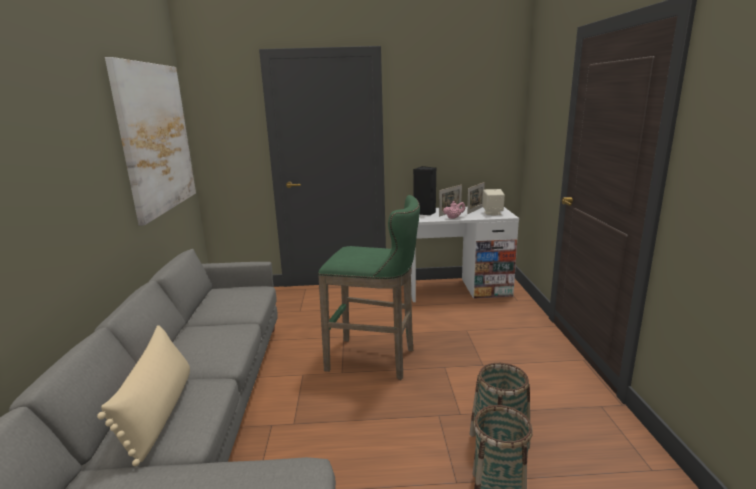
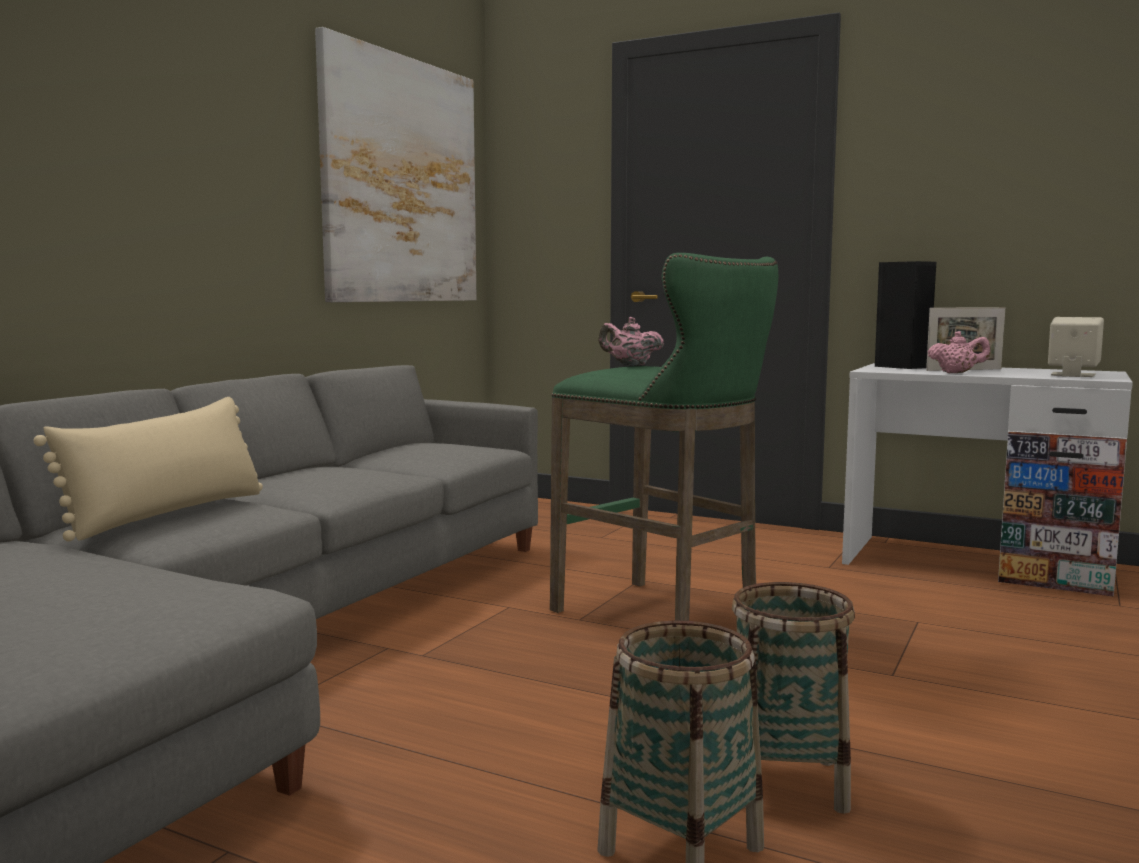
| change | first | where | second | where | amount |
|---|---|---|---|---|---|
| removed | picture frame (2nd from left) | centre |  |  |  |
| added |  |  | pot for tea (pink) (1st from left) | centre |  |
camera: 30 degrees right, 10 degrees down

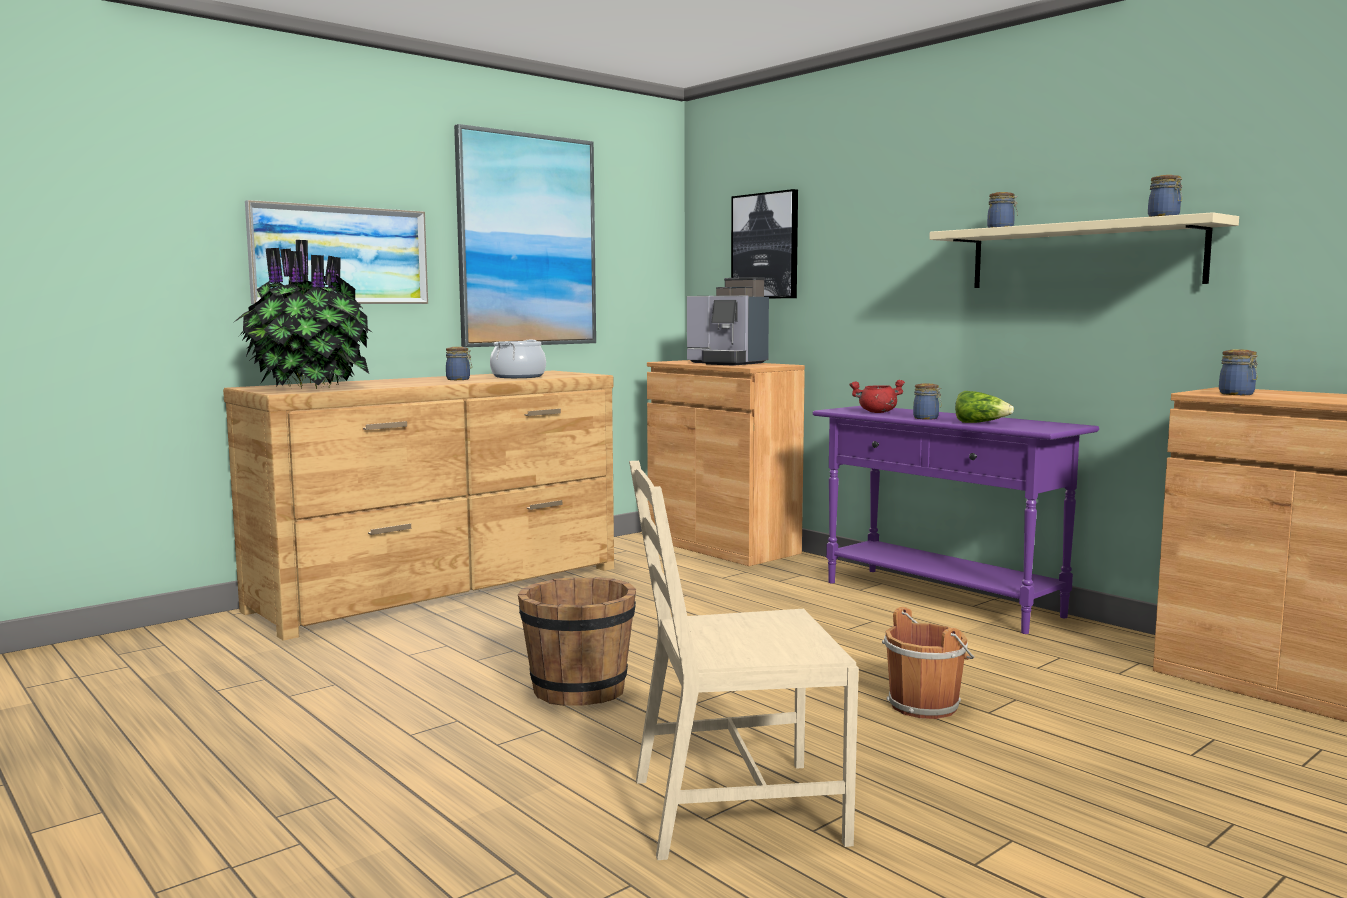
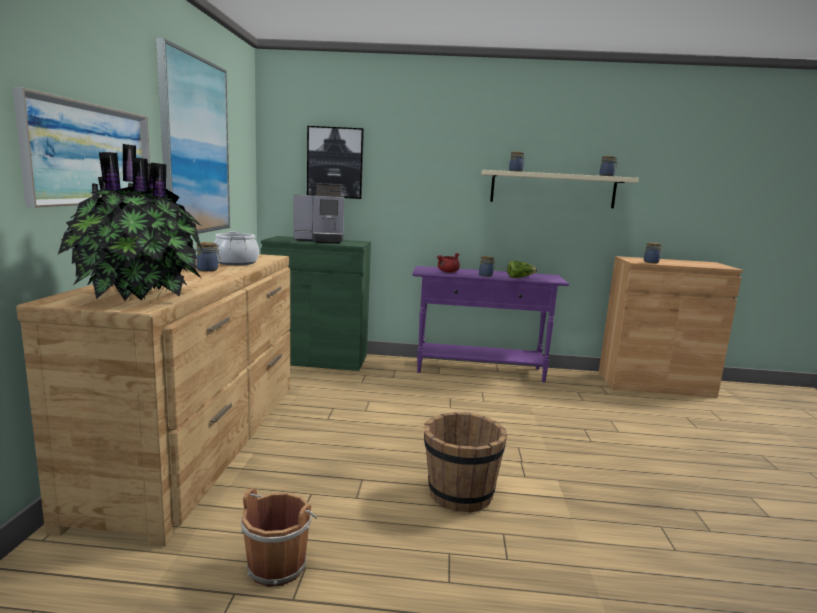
| change | first | where | second | where | amount |
|---|---|---|---|---|---|
| removed | upright chair (beige) | bottom centre |  |  |  |
| recoloured | storage cabinet (brownish) (1st from left) | centre | storage cabinet (green-coloured) | centre |  |
| moved | bucket (brownish) (2nd from left in the first image) | bottom right | bucket (brownish) (1st from left) | bottom centre |  |
camera: 45 degrees left, 5 degrees up

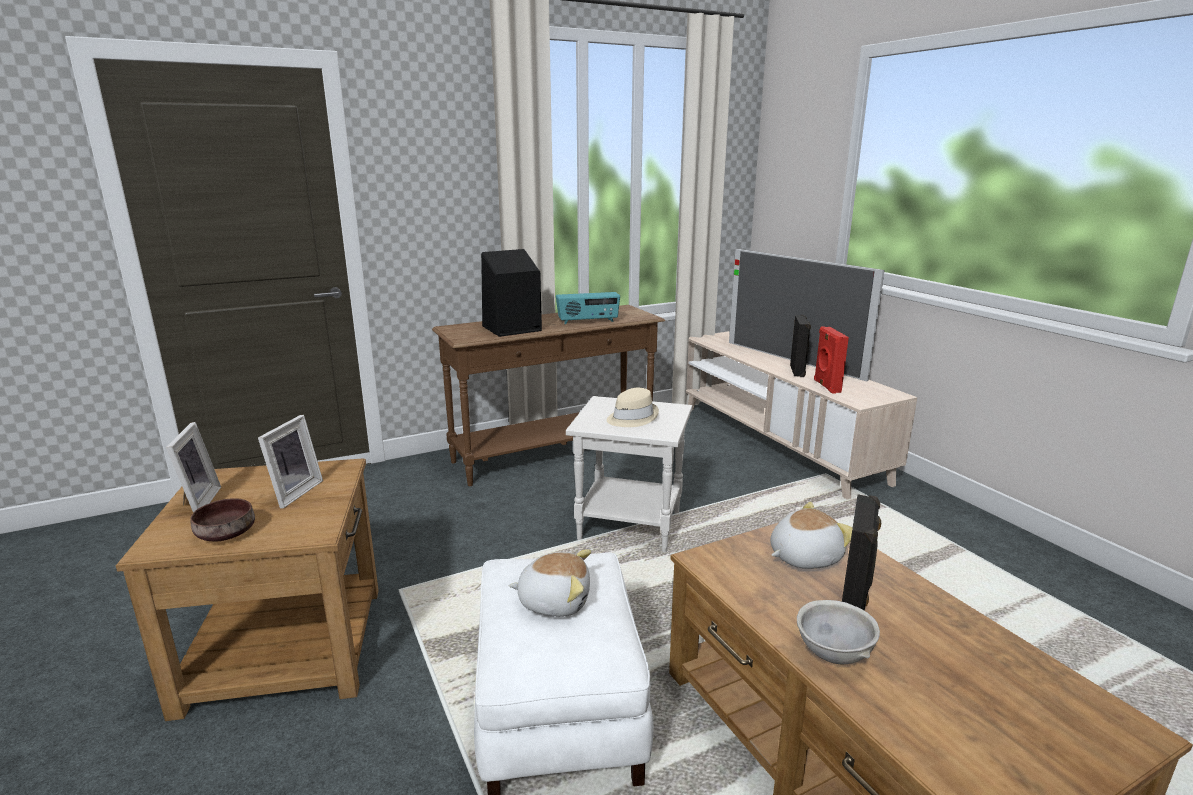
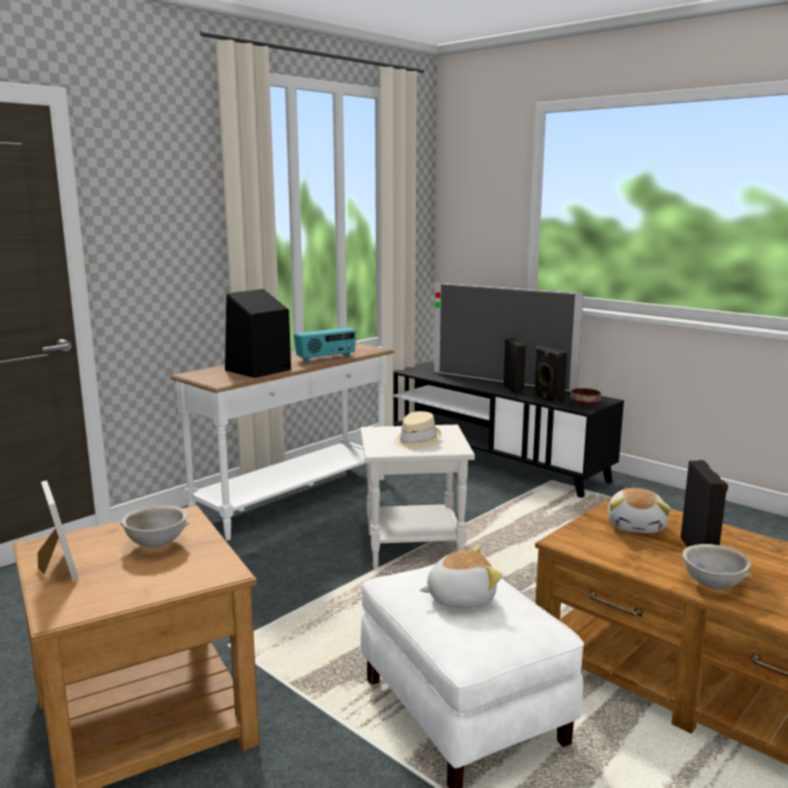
| change | first | where | second | where | amount |
|---|---|---|---|---|---|
| moved | deep dish (brownish) | middle left |  | middle right |  |
| replaced | picture frame (2nd from left) | middle left | deep dish (gray) (1st from left) | bottom left |  |
| recoloured | narrow table (brownish) | centre | narrow table (white) | centre |  |
| recoloured | media console (beige) | middle right | media console (black-coloured) | centre |  |
| turned | soft toy (2nd from left) | bottom right |  | middle right | 150 degrees clockwise |
| recoloured | audio speaker (reddish) | middle right | audio speaker (black-coloured) (3rd from left) | middle right |  |
camera: 20 degrees left, 5 degrees down

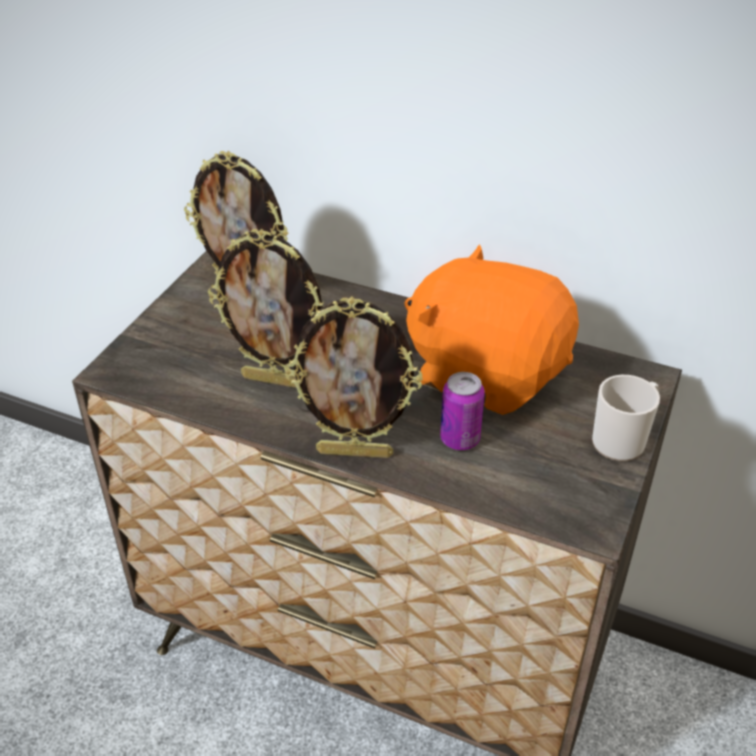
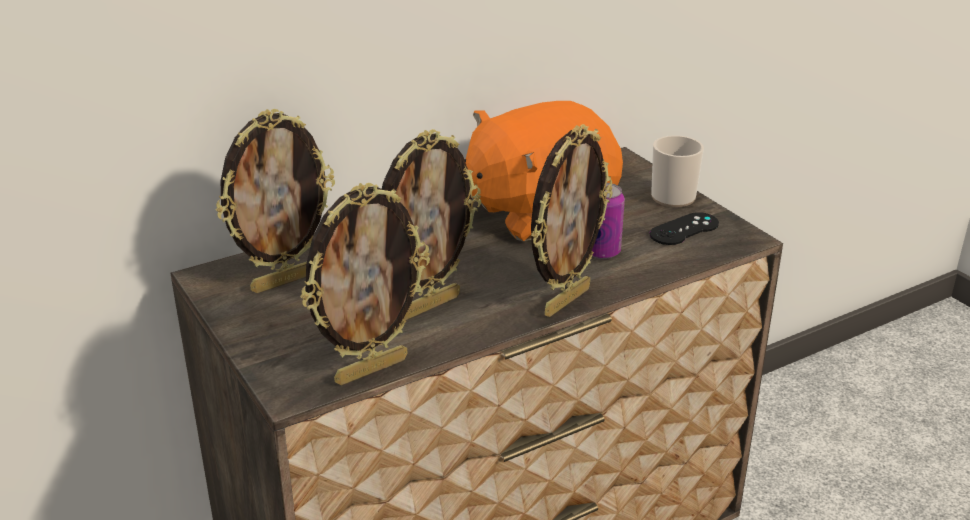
| change | first | where | second | where | amount |
|---|---|---|---|---|---|
| added |  |  | picture frame (2nd from left) | centre |  |
| added |  |  | game controller (black-coloured) | middle right |  |
camera: 55 degrees left, 10 degrees down

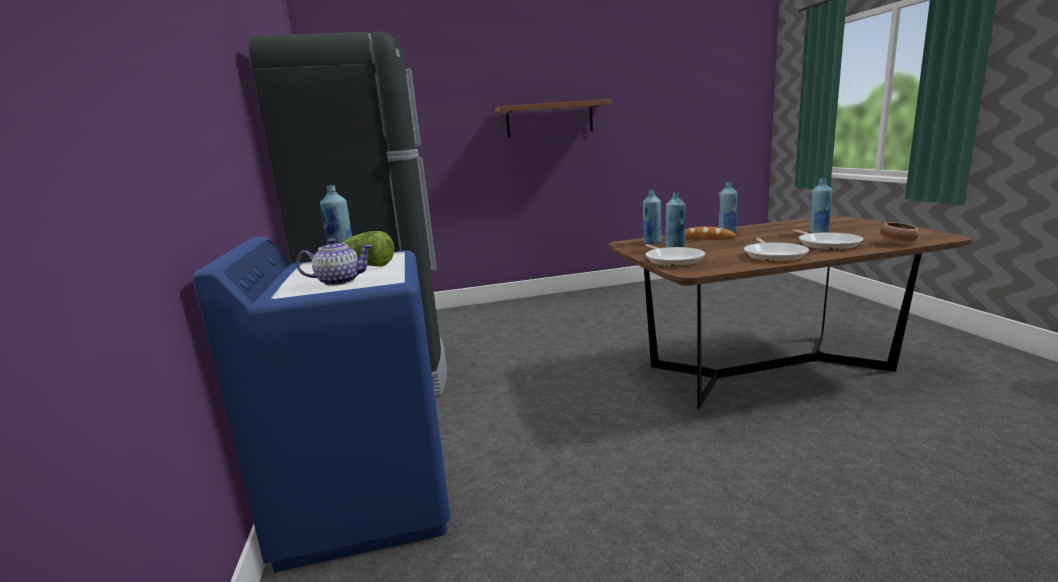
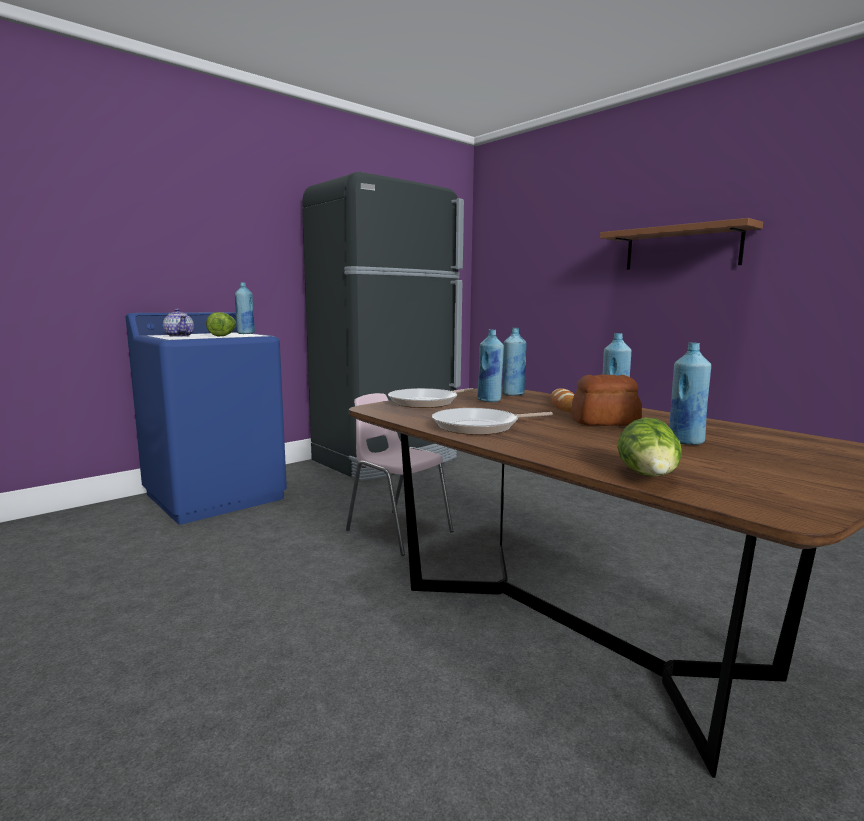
| change | first | where | second | where | amount |
|---|---|---|---|---|---|
| removed | frying pan (3rd from left) | middle right |  |  |  |
| replaced | deep dish | middle right | lettuce (2nd from left) | middle right |  |
| added |  |  | upright chair (pink) | centre |  |
| added |  |  | baked bread (2nd from left) | middle right |  |
camera: 60 degrees right, 5 degrees down

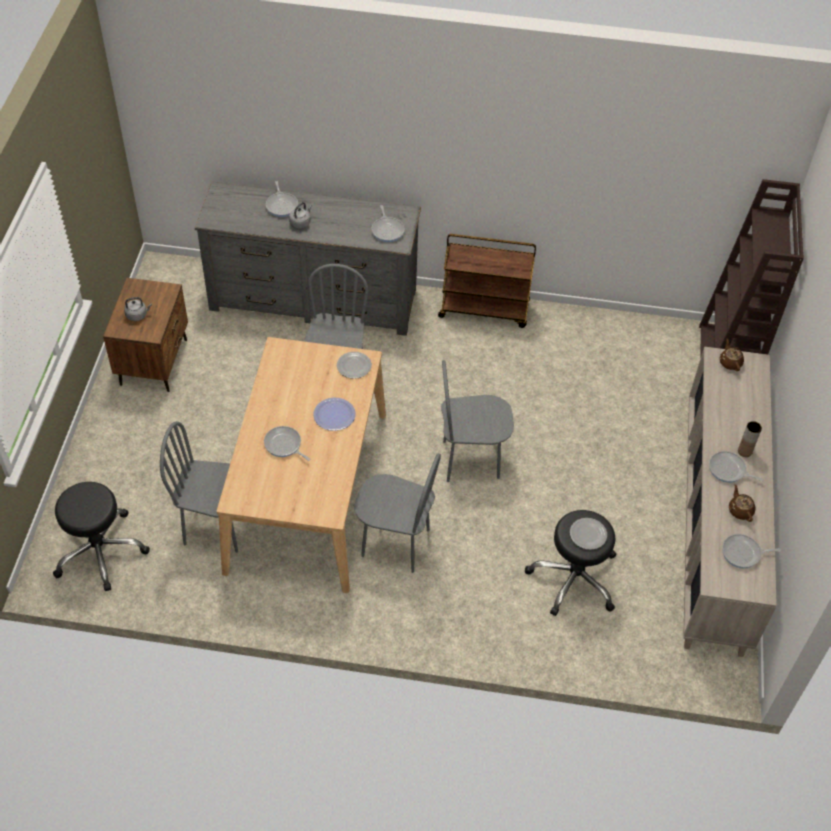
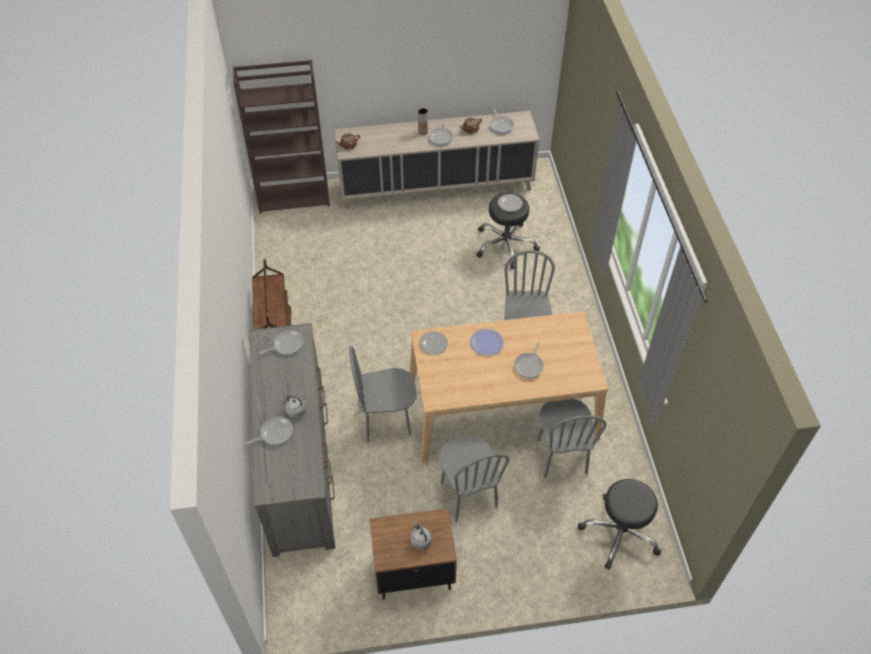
| change | first | where | second | where | amount |
|---|---|---|---|---|---|
| moved | upright chair (gray) (4th from left in the first image) | centre | upright chair (gray) (2nd from left) | bottom centre |  |
camera: 105 degrees left, 0 degrees up

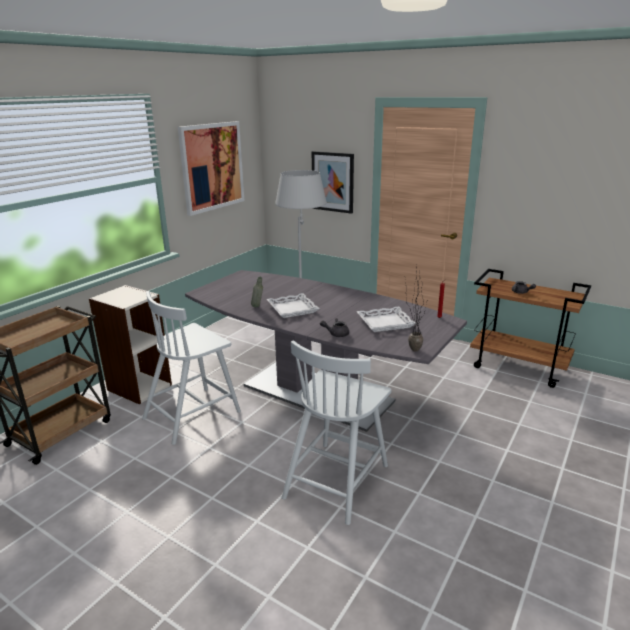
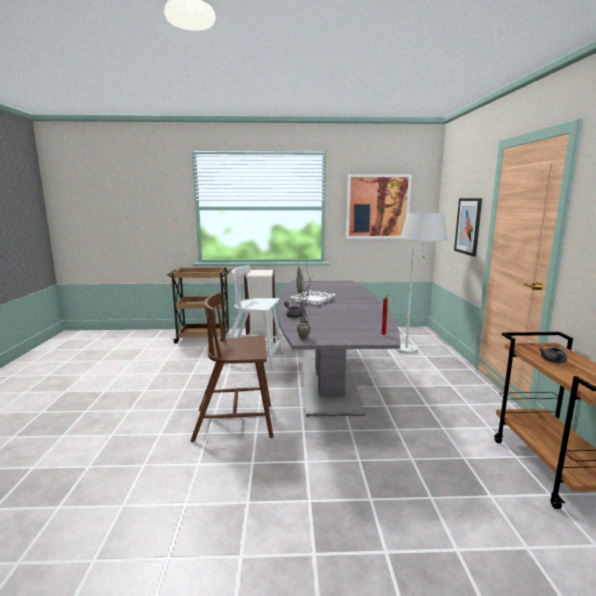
| change | first | where | second | where | amount |
|---|---|---|---|---|---|
| recoloured | upright chair (white) (2nd from left) | bottom centre | upright chair (brownish) | centre |  |
| removed | serving tray (white) (2nd from left) | centre |  |  |  |
camera: 55 degrees right, 10 degrees down

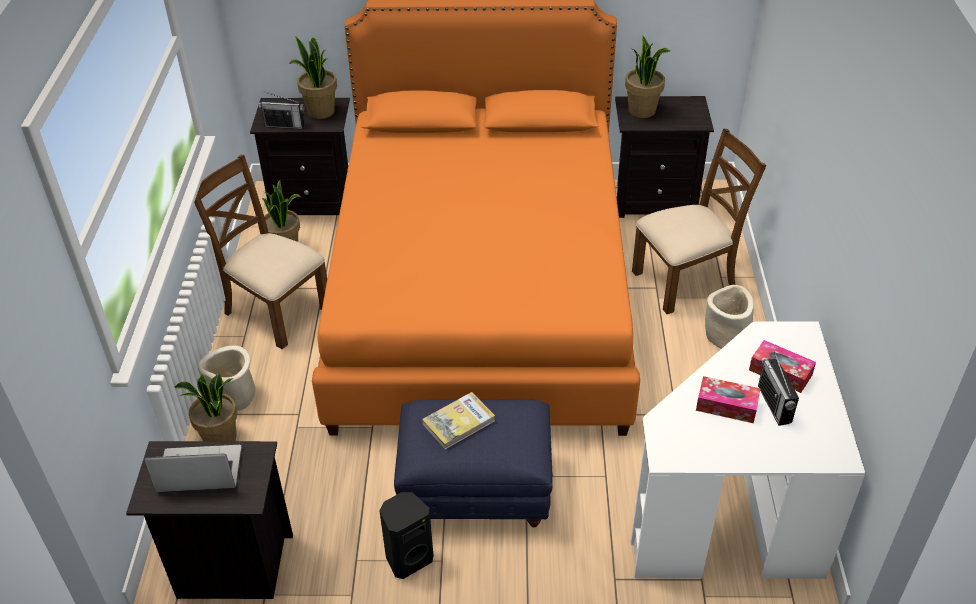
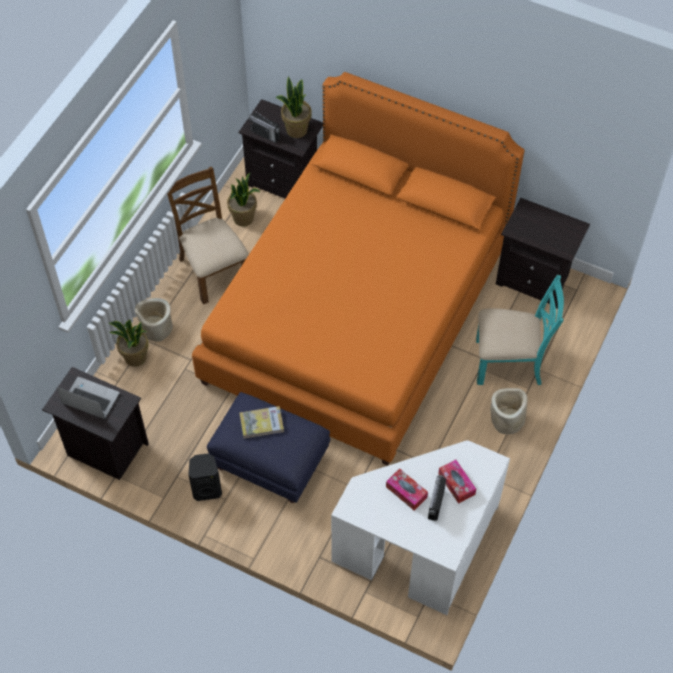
| change | first | where | second | where | amount |
|---|---|---|---|---|---|
| removed | plant in a pot (4th from left) | top centre |  |  |  |
| recoloured | upright chair (brownish) (2nd from left) | middle right | upright chair (turquoise) | middle right |  |
camera: 25 degrees right, 15 degrees up

